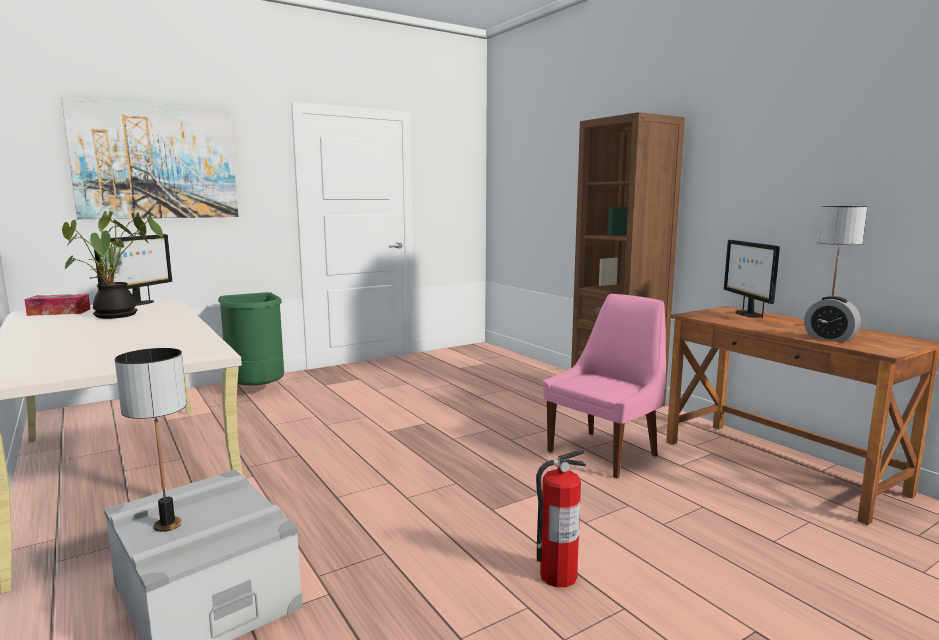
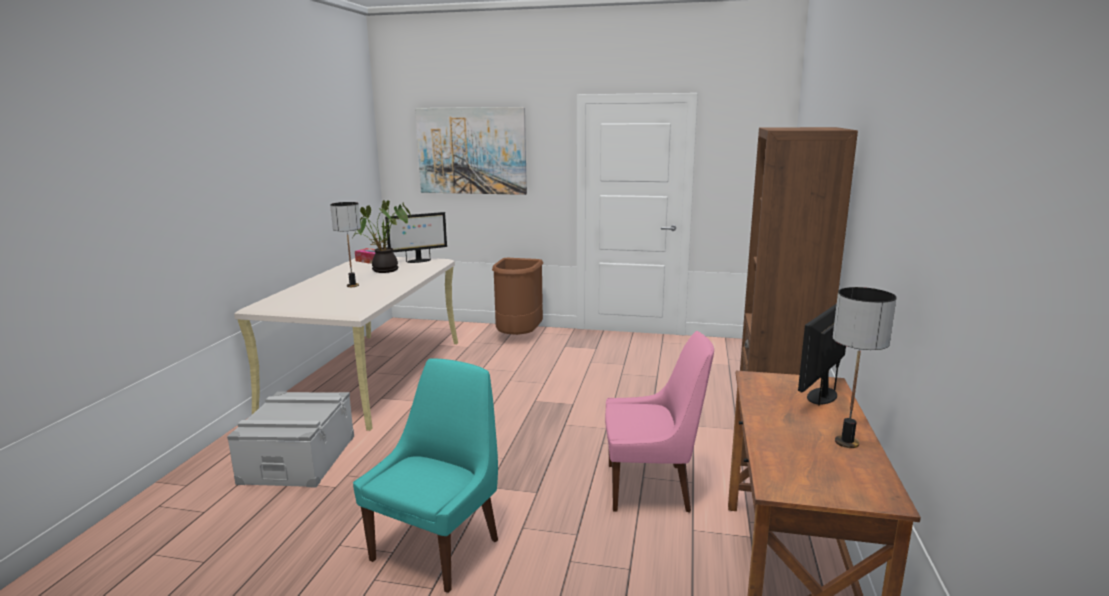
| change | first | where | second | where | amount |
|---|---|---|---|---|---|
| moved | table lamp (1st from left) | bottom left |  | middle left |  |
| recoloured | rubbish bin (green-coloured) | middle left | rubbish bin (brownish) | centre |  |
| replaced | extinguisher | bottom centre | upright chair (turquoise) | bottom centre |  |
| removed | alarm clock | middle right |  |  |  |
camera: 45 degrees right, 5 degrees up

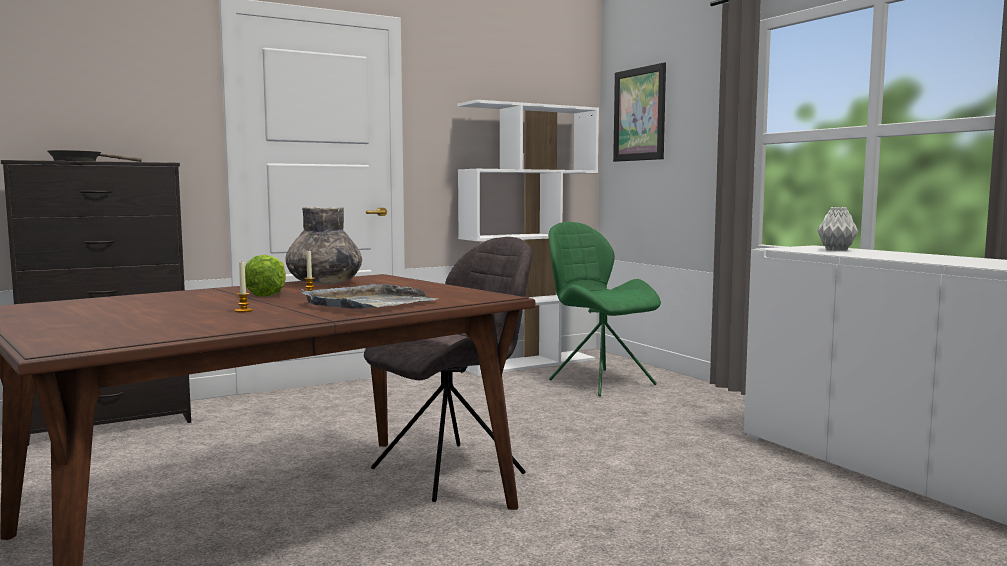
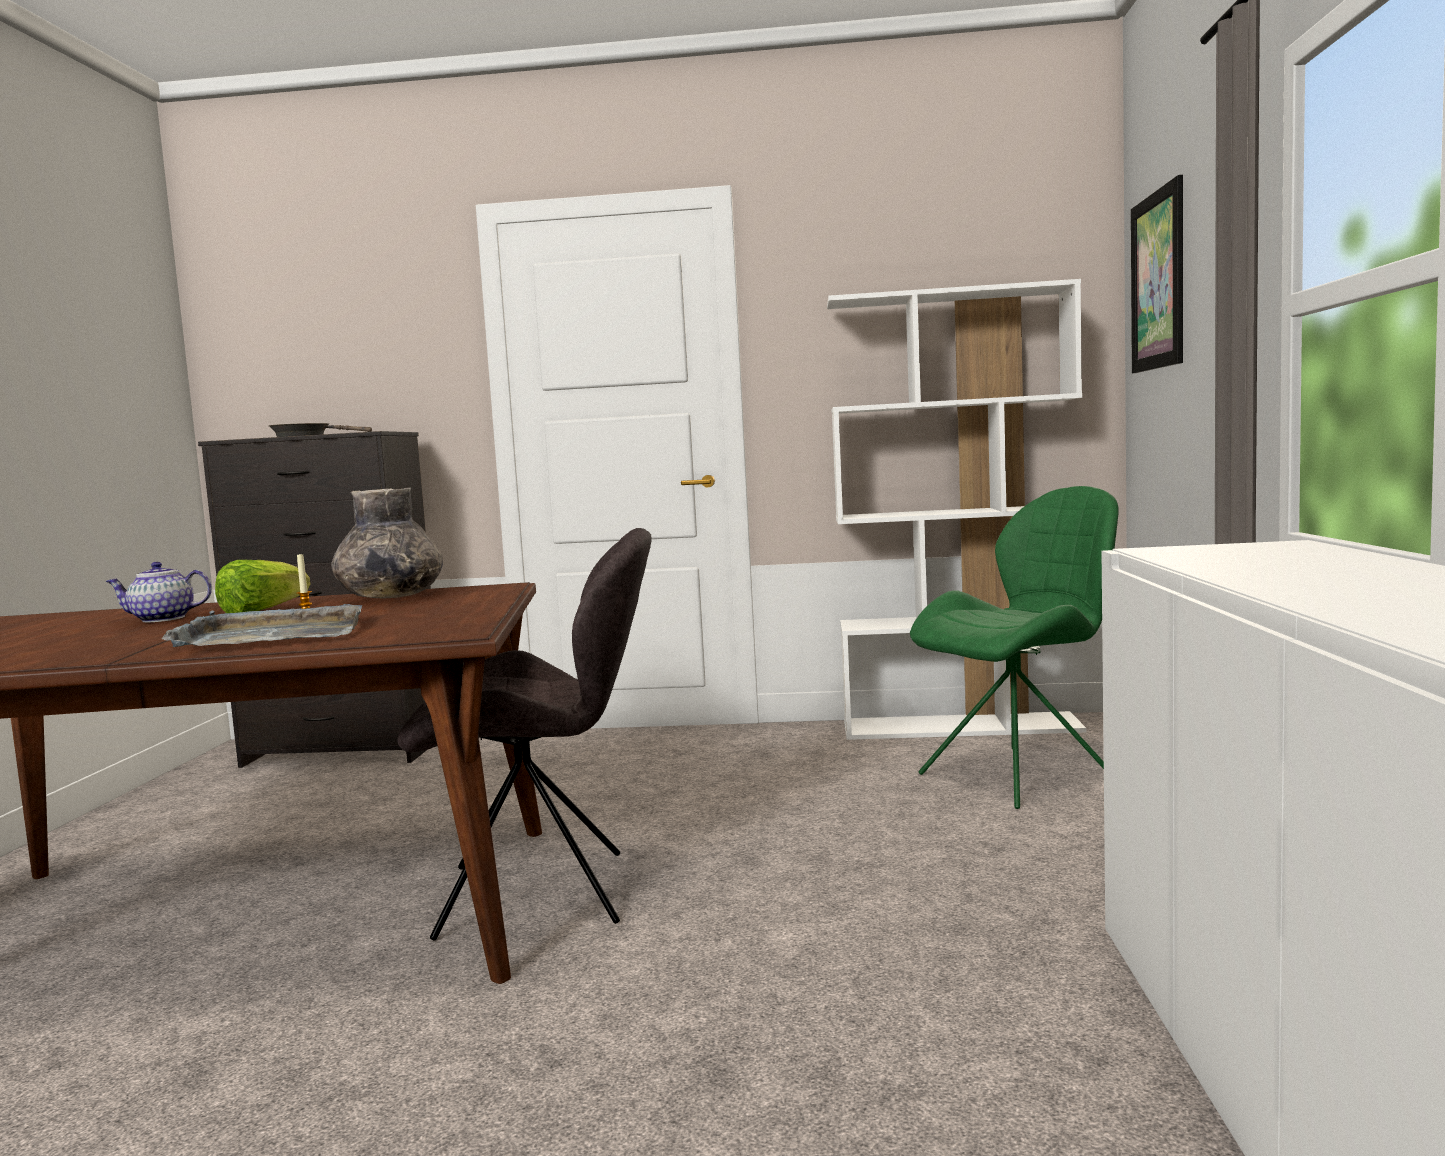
| change | first | where | second | where | amount |
|---|---|---|---|---|---|
| removed | candle (1st from left) | middle left |  |  |  |
| turned | upright chair (green-coloured) | centre |  | middle right | 60 degrees clockwise |
| removed | vase (gray) (2nd from left) | middle right |  |  |  |
| added |  |  | pot for tea | middle left |  |
camera: 35 degrees right, 0 degrees up

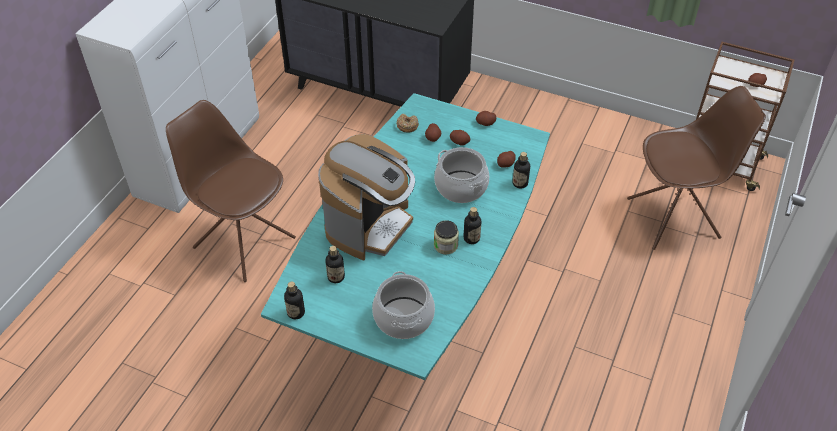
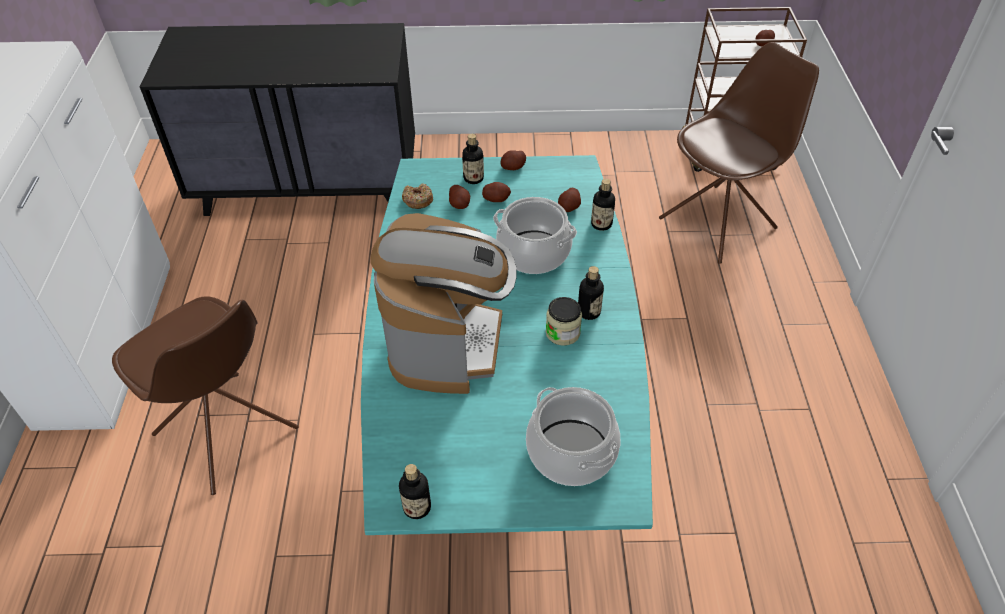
| change | first | where | second | where | amount |
|---|---|---|---|---|---|
| turned | upright chair (brownish) (1st from left) | middle left |  | middle left | 150 degrees counterclockwise |
| moved | beverage bottle (2nd from left) | centre |  | top centre |  |
camera: 25 degrees left, 0 degrees up

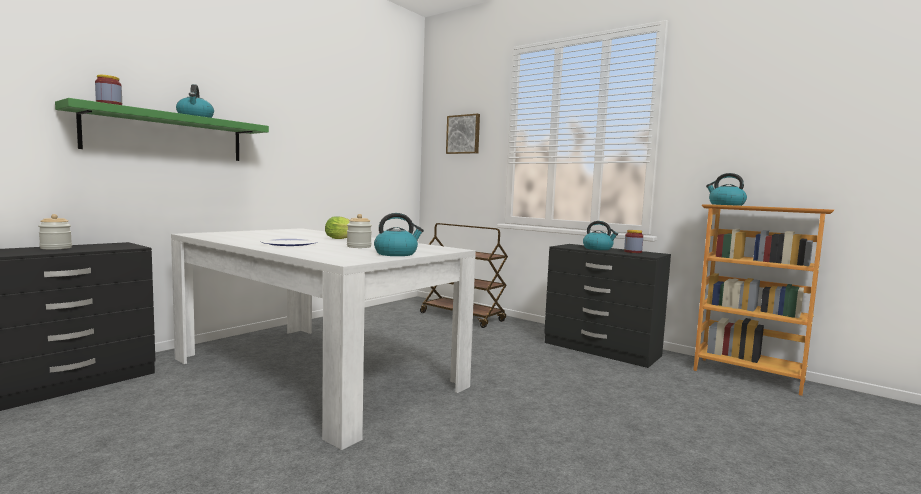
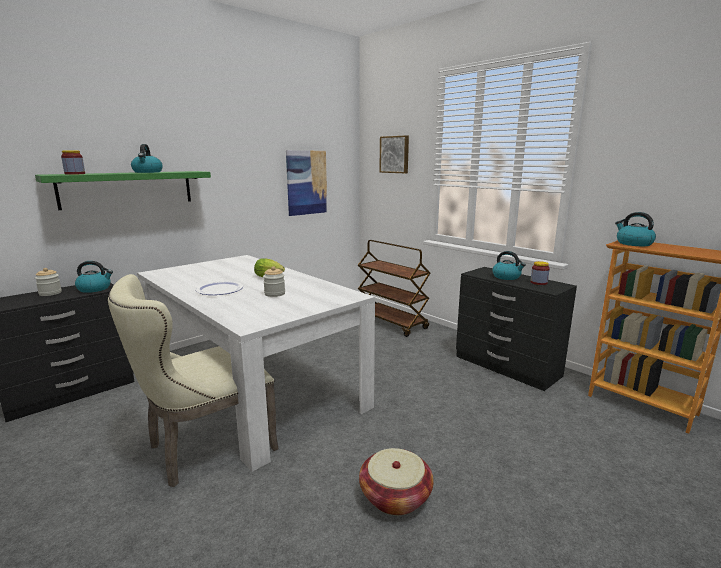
| change | first | where | second | where | amount |
|---|---|---|---|---|---|
| moved | kettle (2nd from left in the first image) | centre | kettle (1st from left) | middle left |  |
| added |  |  | upright chair (beige) | bottom left |  |
| added |  |  | wall picture (1st from left) | top centre |  |
| added |  |  | household basket | bottom centre |  |
camera: 10 degrees right, 10 degrees up

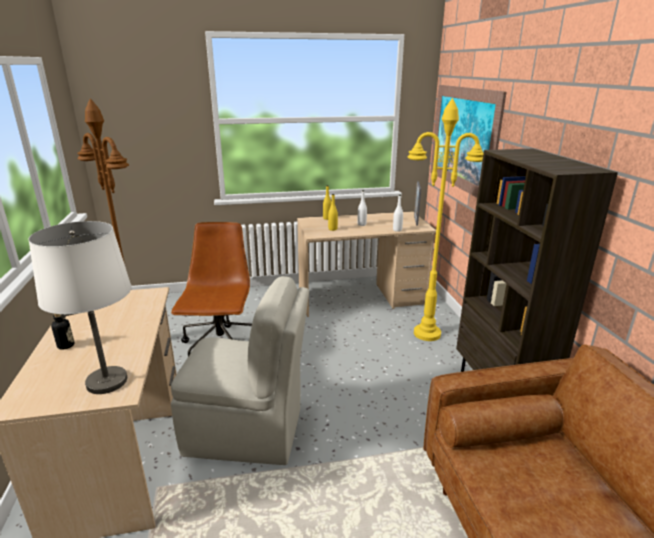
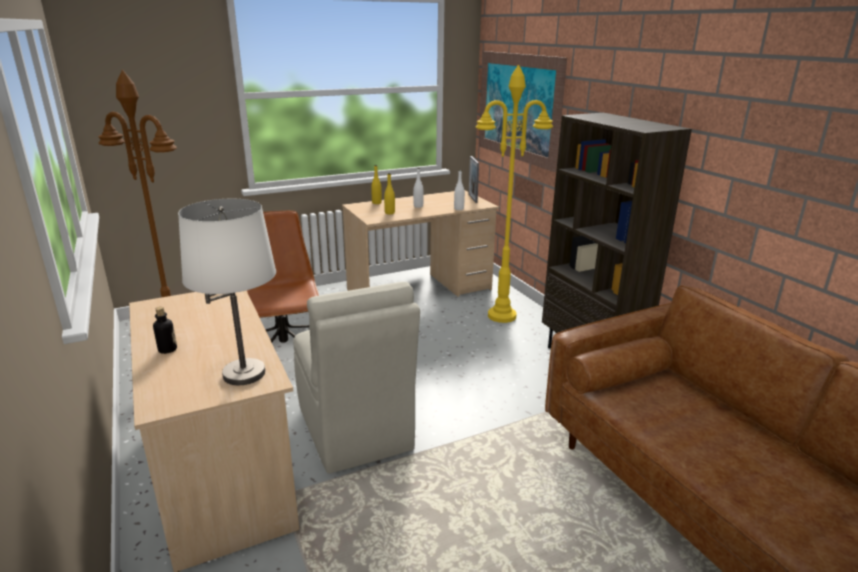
| change | first | where | second | where | amount |
|---|---|---|---|---|---|
| turned | upright chair (beige) | bottom centre |  | centre | 75 degrees clockwise |
camera: 15 degrees left, 0 degrees up

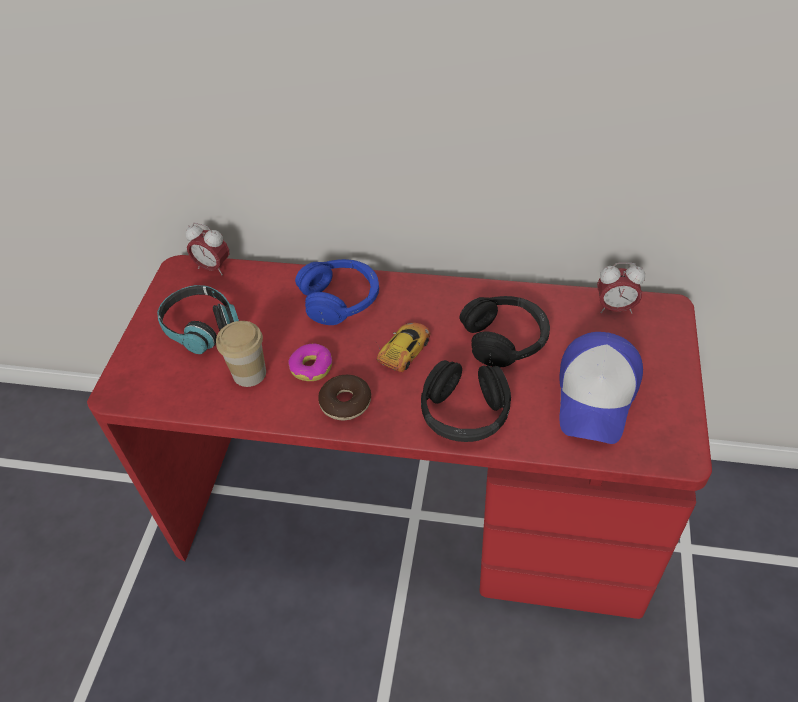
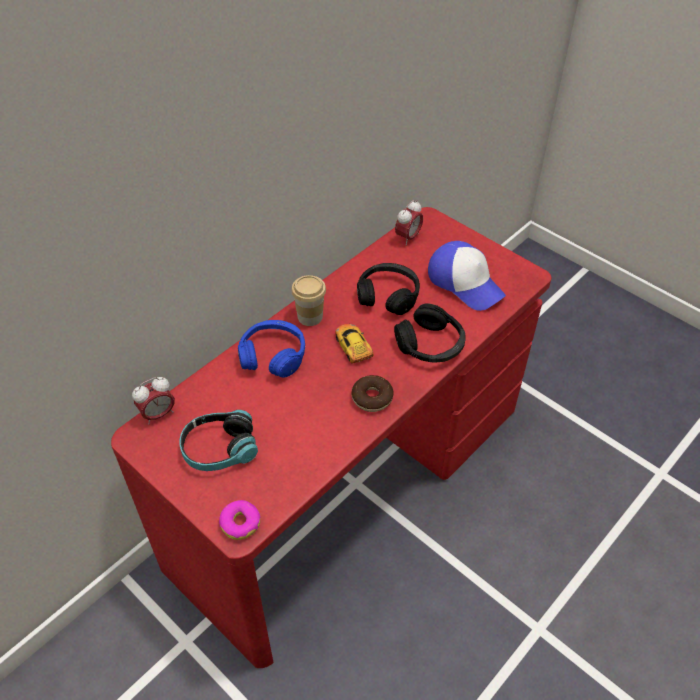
| change | first | where | second | where | amount |
|---|---|---|---|---|---|
| moved | small cup | middle left |  | centre |  |
| moved | donut (1st from left) | centre |  | bottom centre |  |
camera: 60 degrees left, 0 degrees up

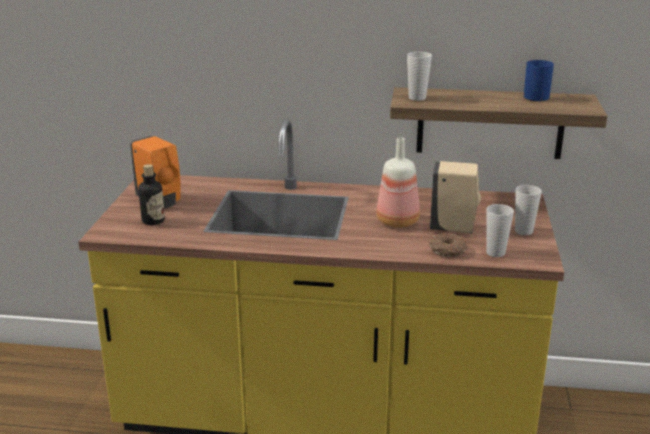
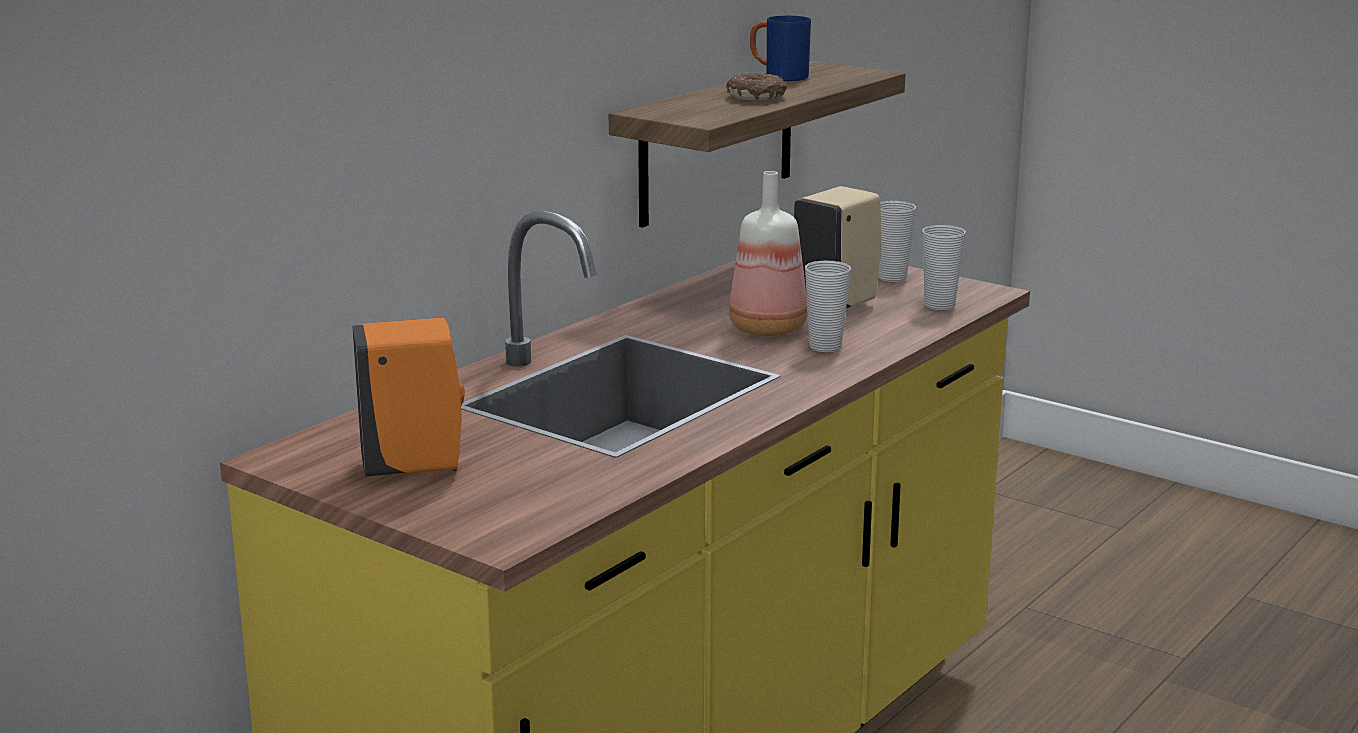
| change | first | where | second | where | amount |
|---|---|---|---|---|---|
| removed | beverage bottle (1st from left) | middle left |  |  |  |
| moved | small cup (1st from left) | top centre |  | centre |  |
| moved | donut | middle right |  | top centre |  |
camera: 60 degrees left, 5 degrees down

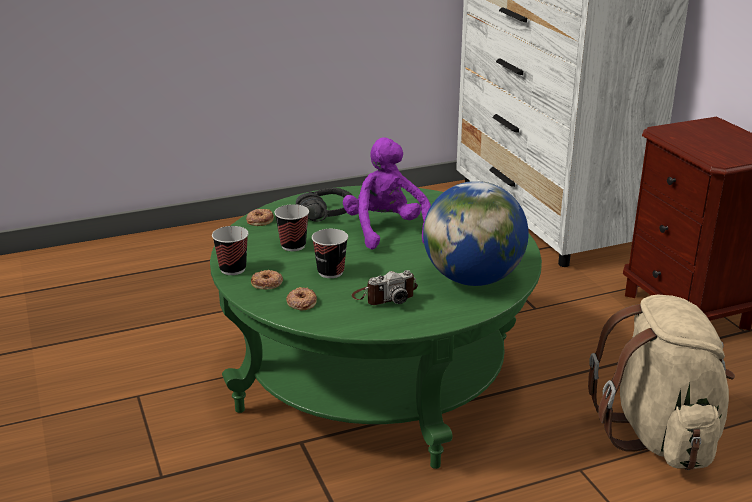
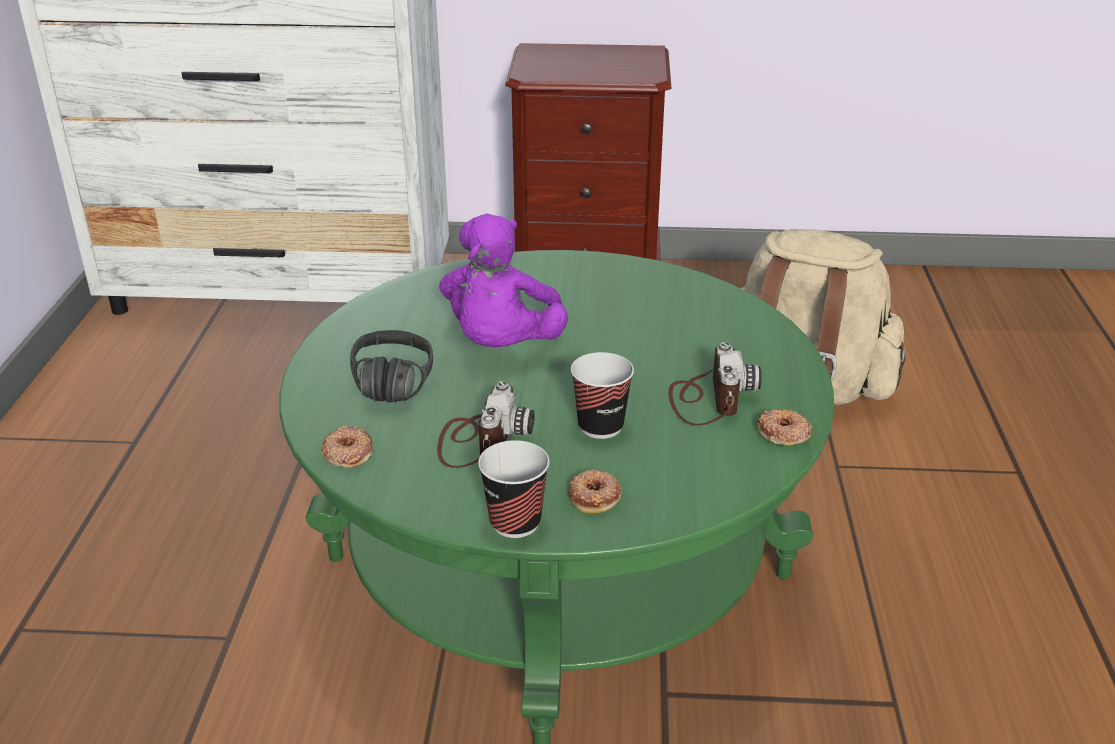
| change | first | where | second | where | amount |
|---|---|---|---|---|---|
| replaced | small cup (2nd from left) | centre | photo camera (1st from left) | centre |  |
| moved | donut (3rd from left) | centre |  | middle right |  |
| turned | soft toy (purple-coloured) | centre |  | centre | 90 degrees counterclockwise |
| removed | world globe | centre |  |  |  |
camera: 65 degrees left, 5 degrees up

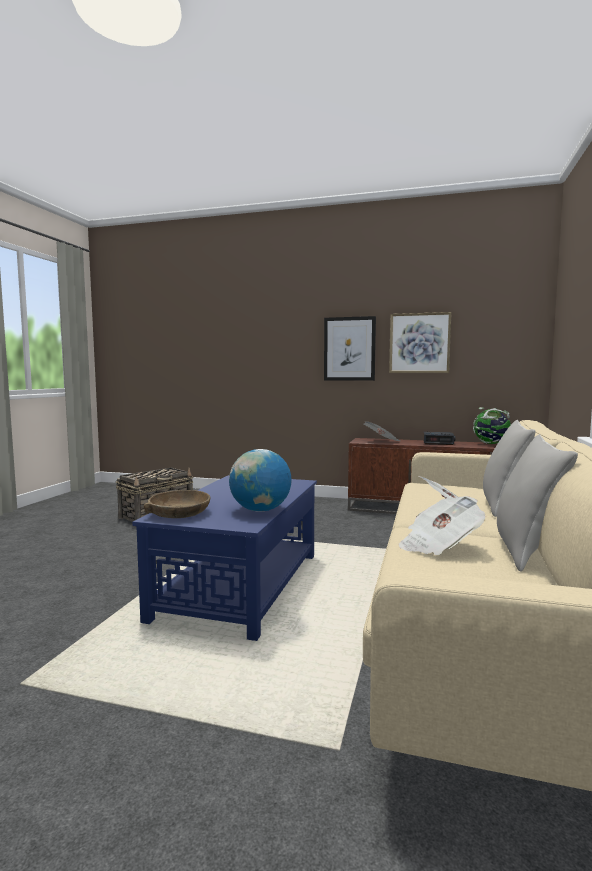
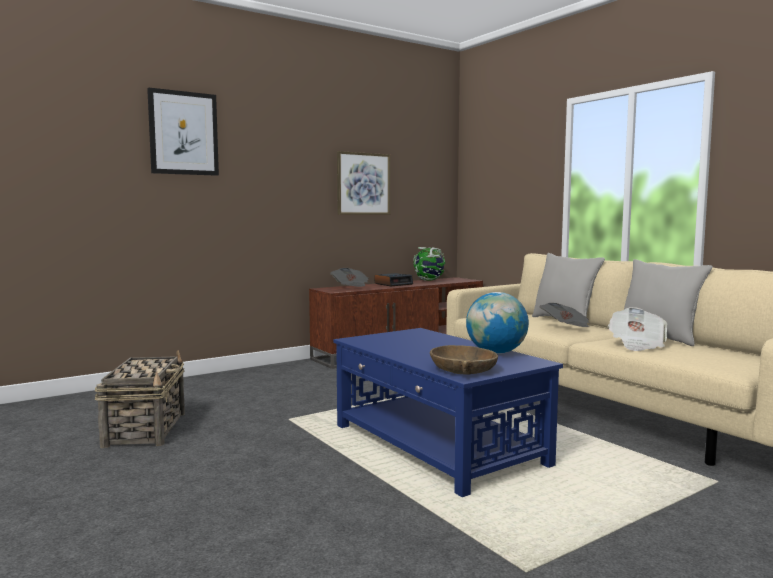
| change | first | where | second | where | amount |
|---|---|---|---|---|---|
| moved | wall picture (1st from left) | centre |  | top left |  |
camera: 50 degrees left, 0 degrees up

